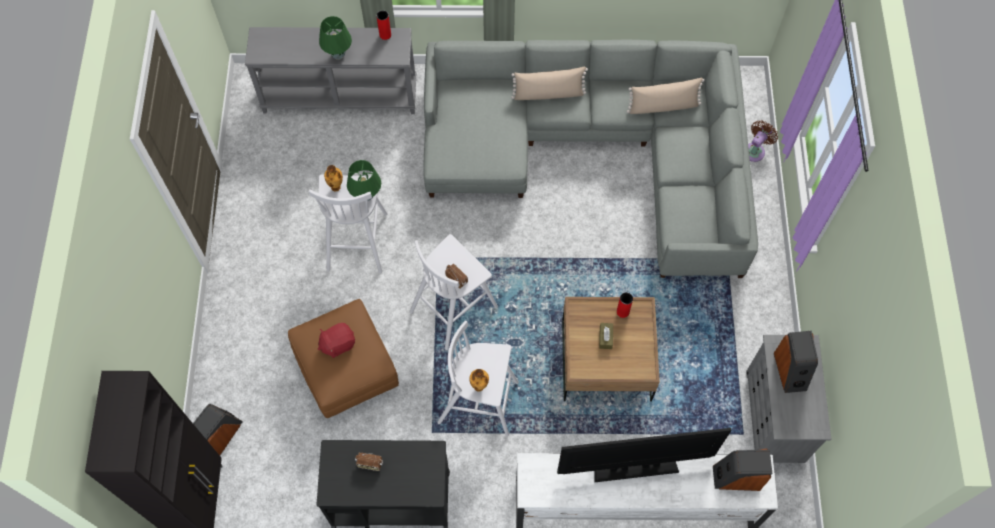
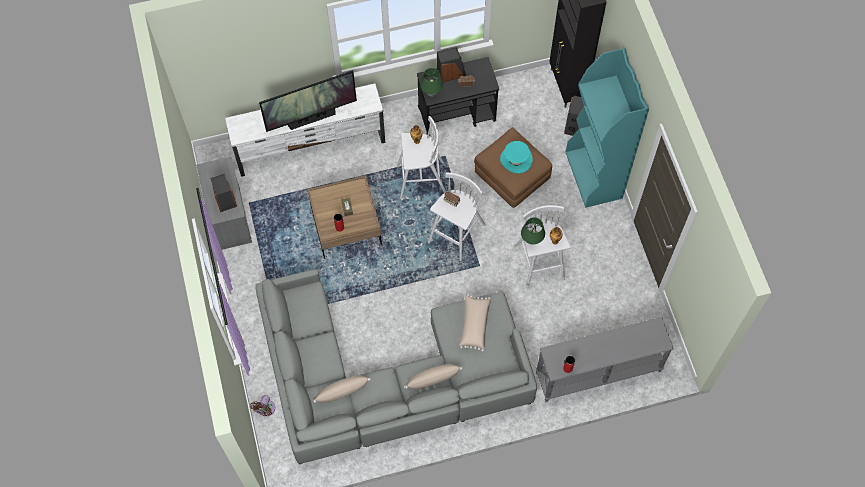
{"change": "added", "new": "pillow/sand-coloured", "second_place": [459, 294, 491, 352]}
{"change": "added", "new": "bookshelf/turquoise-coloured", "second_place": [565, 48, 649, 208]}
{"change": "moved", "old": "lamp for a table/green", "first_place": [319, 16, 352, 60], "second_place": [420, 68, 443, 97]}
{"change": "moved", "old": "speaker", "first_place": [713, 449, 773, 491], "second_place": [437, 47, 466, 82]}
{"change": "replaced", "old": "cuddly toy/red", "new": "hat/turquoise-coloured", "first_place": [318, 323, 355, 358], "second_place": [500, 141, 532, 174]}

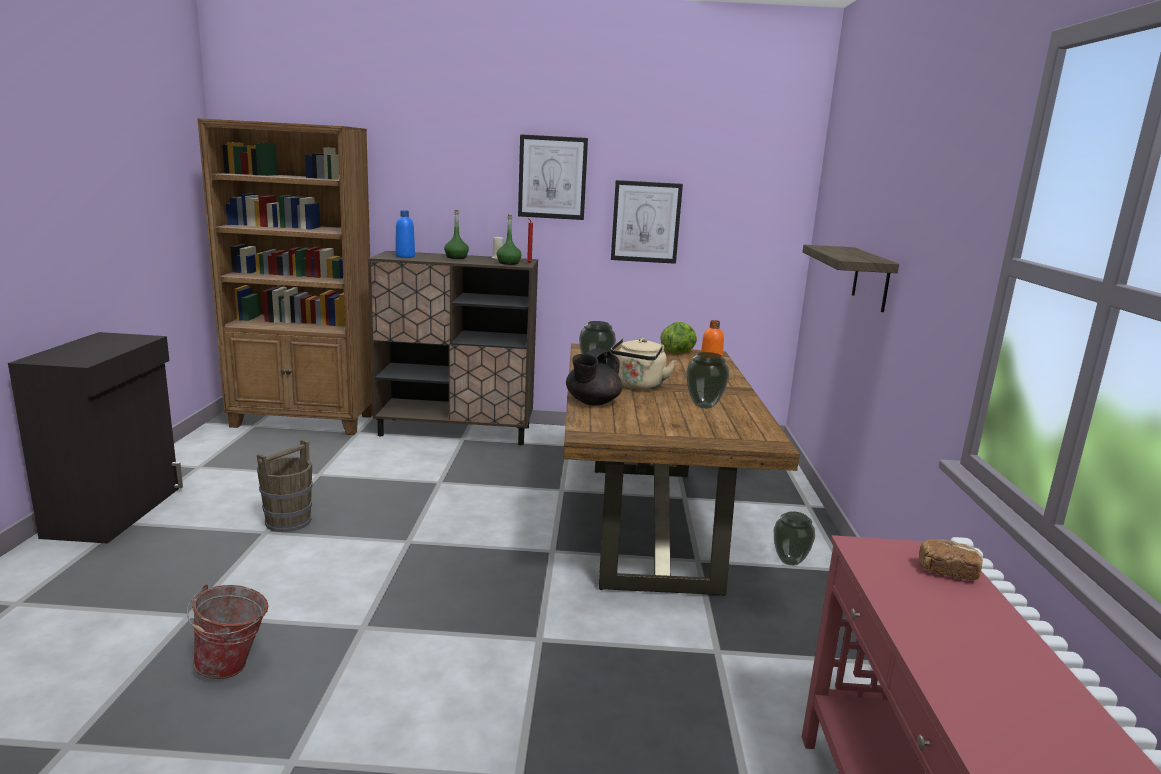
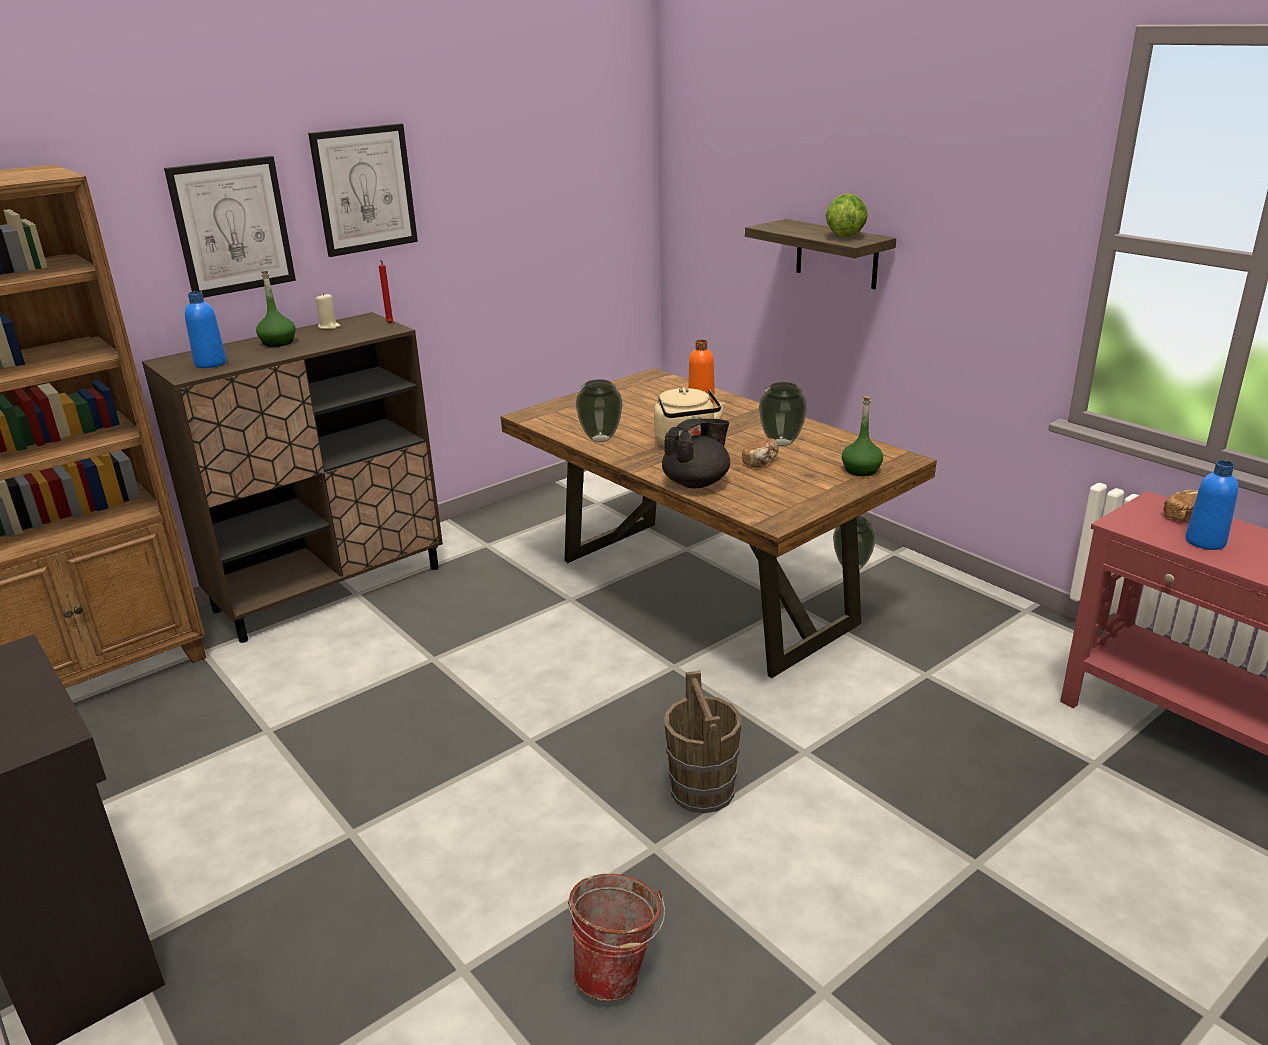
{"change": "added", "new": "baked bread", "second_place": [742, 438, 779, 468]}
{"change": "added", "new": "drink bottle/blue", "second_place": [1186, 460, 1238, 550]}
{"change": "moved", "old": "pail/brown", "first_place": [257, 439, 313, 532], "second_place": [664, 670, 741, 813]}
{"change": "moved", "old": "drink bottle/green", "first_place": [496, 214, 522, 265], "second_place": [842, 396, 883, 476]}
{"change": "moved", "old": "wall art", "first_place": [611, 180, 683, 264], "second_place": [164, 156, 296, 298]}
{"change": "moved", "old": "head of lettuce", "first_place": [660, 322, 697, 353], "second_place": [825, 193, 868, 238]}
{"change": "turned", "old": "teapot/black", "first_place": [566, 348, 622, 406], "second_place": [662, 419, 730, 488], "degrees": -120}

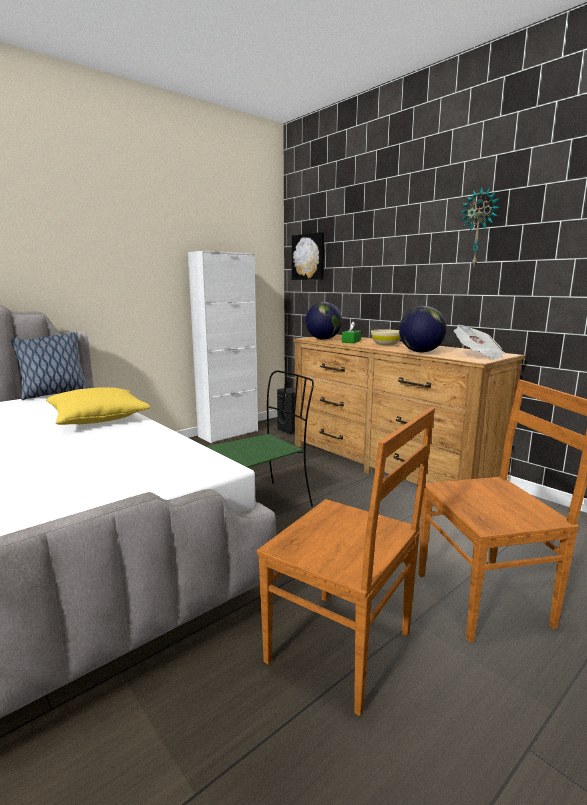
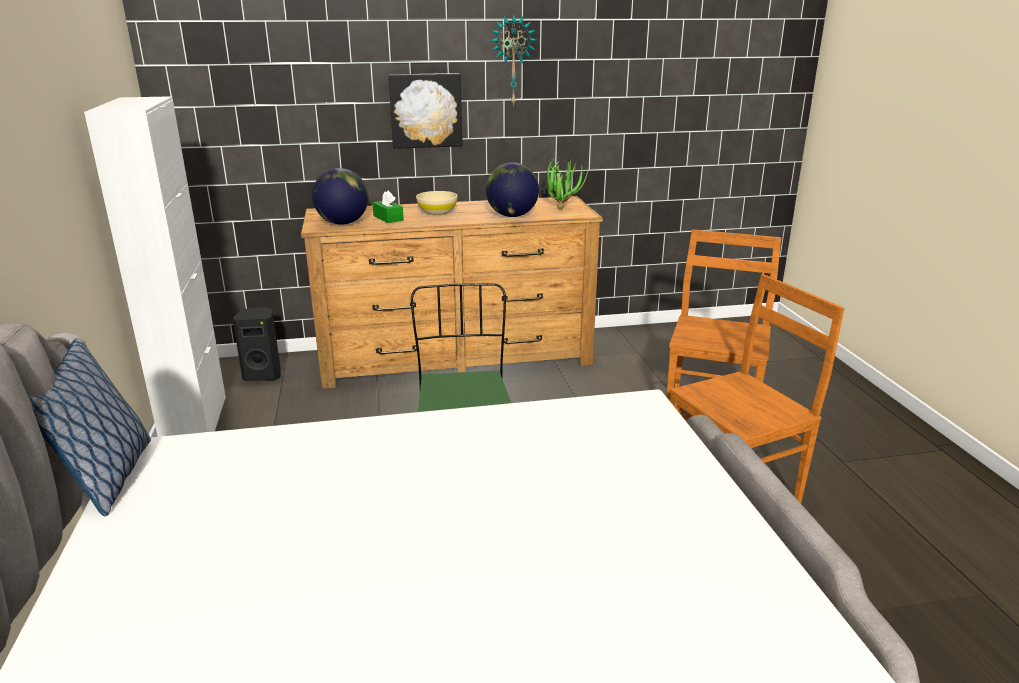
{"change": "removed", "old": "pillow/yellowish", "first_place": [46, 388, 151, 425]}
{"change": "moved", "old": "wall art", "first_place": [292, 232, 324, 280], "second_place": [388, 73, 462, 149]}
{"change": "replaced", "old": "daily paper", "new": "potted plant", "first_place": [454, 325, 506, 360], "second_place": [547, 160, 589, 210]}

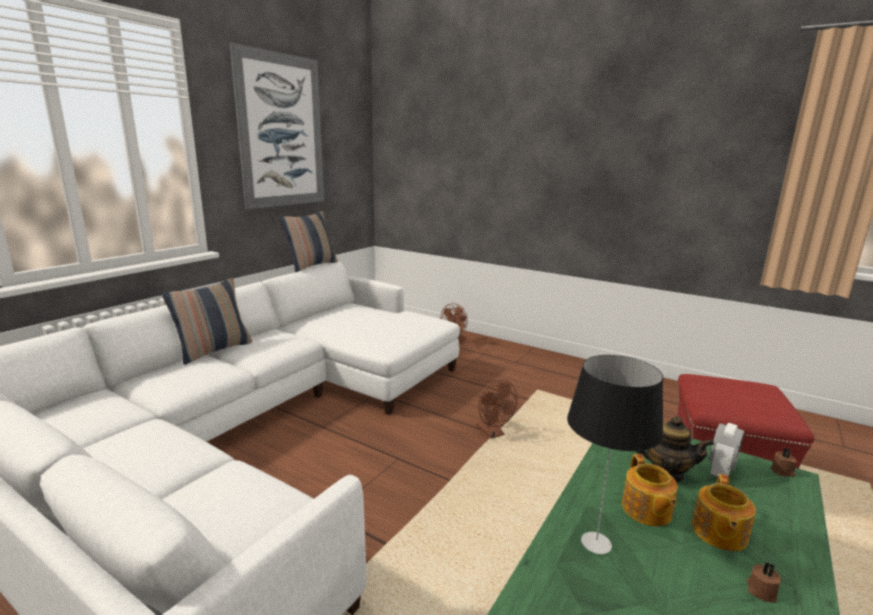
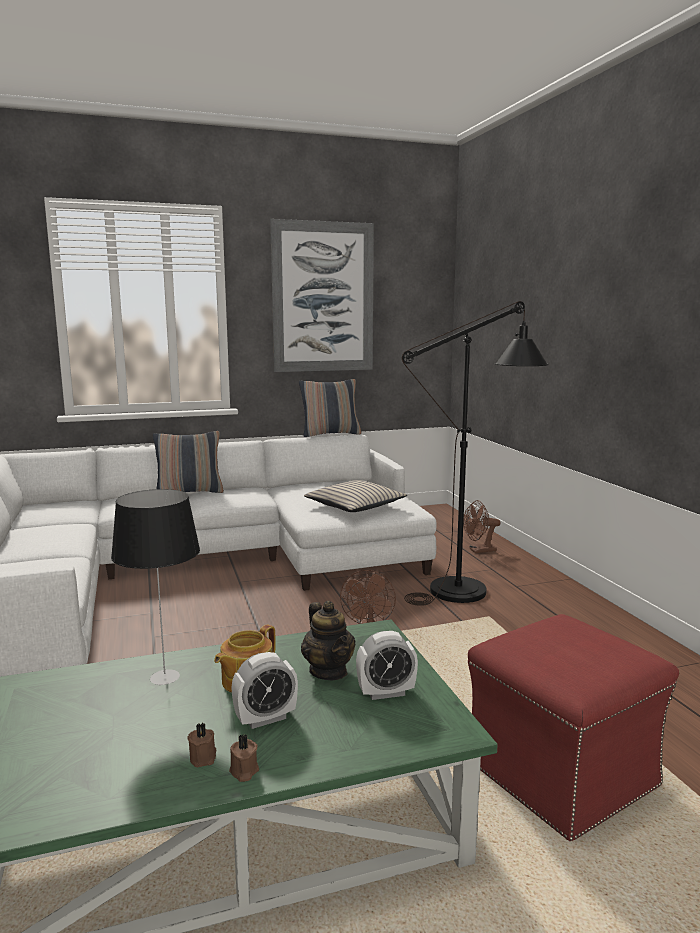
{"change": "added", "new": "pillow/sand-coloured", "second_place": [304, 480, 407, 512]}
{"change": "added", "new": "standard lamp/black", "second_place": [402, 301, 549, 606]}
{"change": "moved", "old": "candle/brown", "first_place": [770, 448, 797, 477], "second_place": [229, 735, 259, 782]}
{"change": "replaced", "old": "teapot", "new": "bedside clock", "first_place": [692, 474, 756, 551], "second_place": [231, 652, 298, 729]}

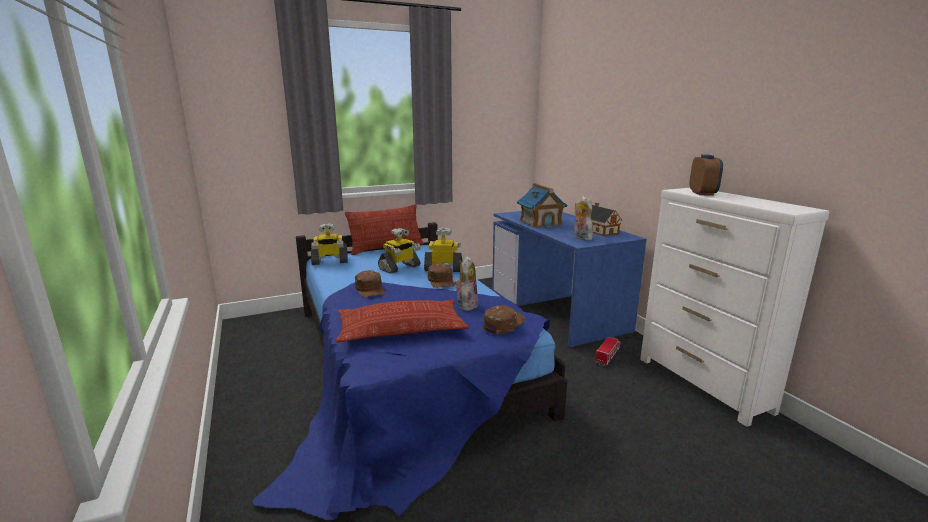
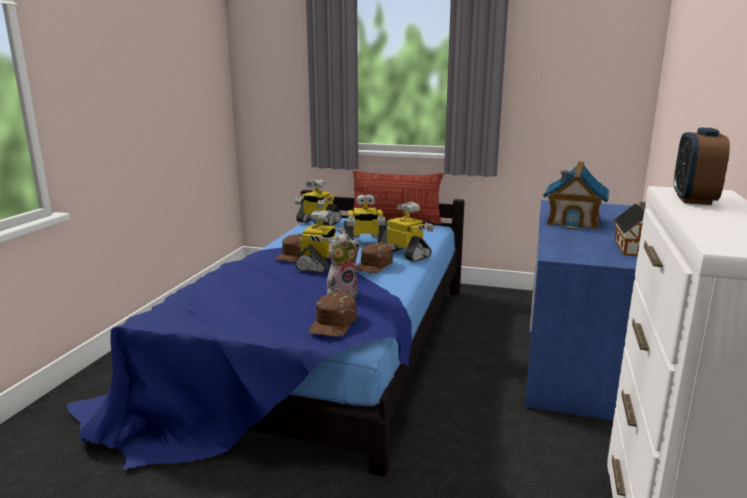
{"change": "removed", "old": "pillow", "first_place": [336, 299, 469, 343]}
{"change": "removed", "old": "cuddly toy", "first_place": [574, 196, 593, 240]}
{"change": "removed", "old": "toy truck", "first_place": [595, 337, 621, 366]}
{"change": "added", "new": "model robot", "second_place": [295, 210, 346, 273]}
{"change": "turned", "old": "baseball cap/brown", "first_place": [483, 305, 525, 334], "second_place": [309, 292, 357, 337], "degrees": 120}
{"change": "turned", "old": "bedside clock", "first_place": [689, 154, 723, 196], "second_place": [674, 128, 730, 205], "degrees": 150}

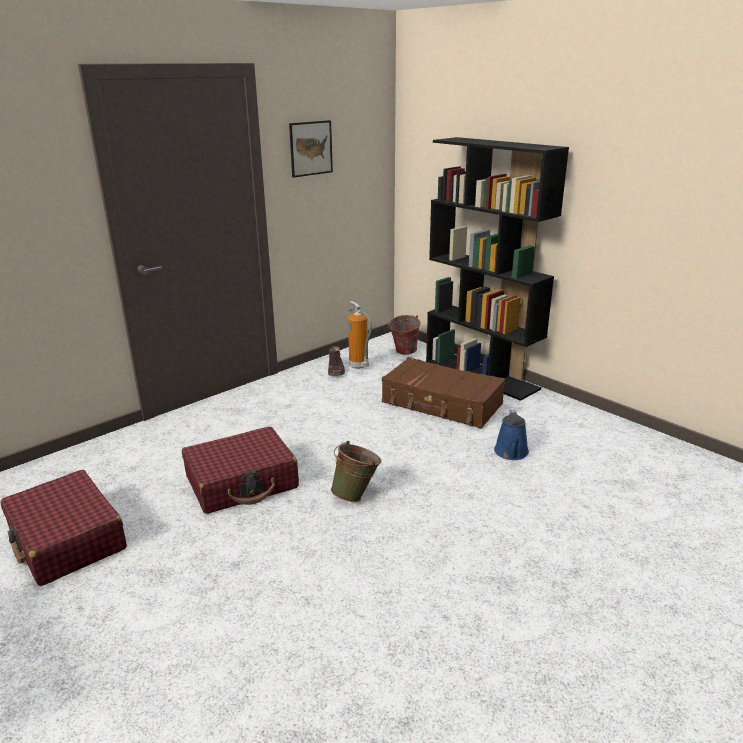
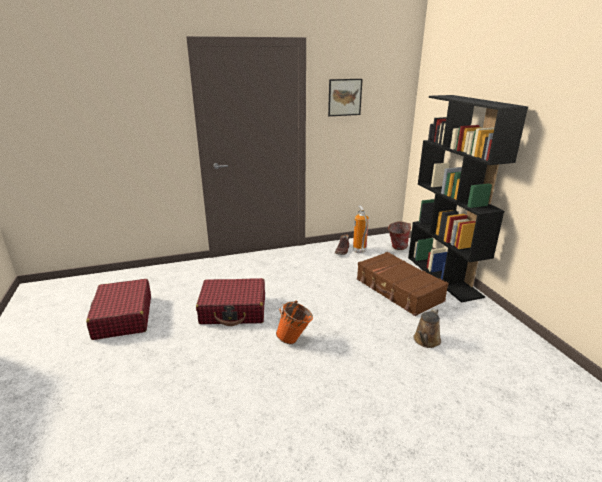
{"change": "recoloured", "old": "pail/green", "new": "pail/orangey", "first_place": [331, 441, 381, 502], "second_place": [276, 301, 313, 344]}
{"change": "recoloured", "old": "watering pot/blue", "new": "watering pot/brown", "first_place": [494, 410, 529, 460], "second_place": [413, 308, 441, 348]}

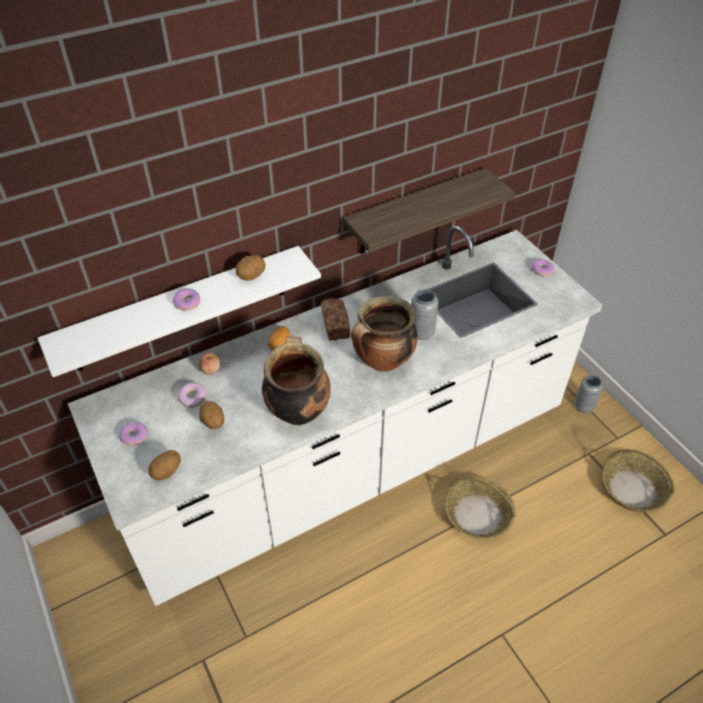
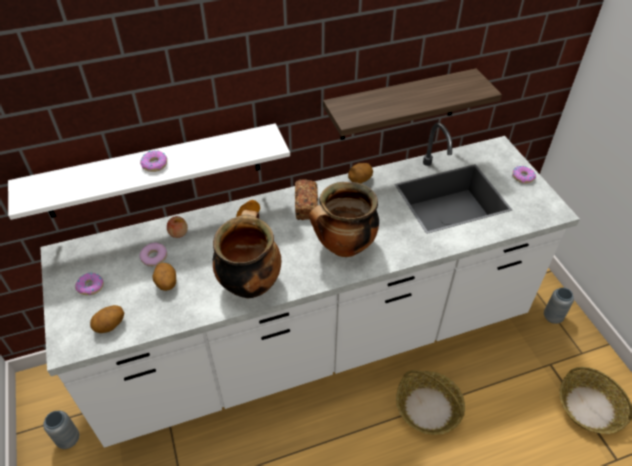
{"change": "moved", "old": "potato", "first_place": [236, 255, 265, 281], "second_place": [348, 163, 373, 183]}
{"change": "moved", "old": "vase/grey", "first_place": [411, 289, 438, 340], "second_place": [43, 411, 79, 449]}

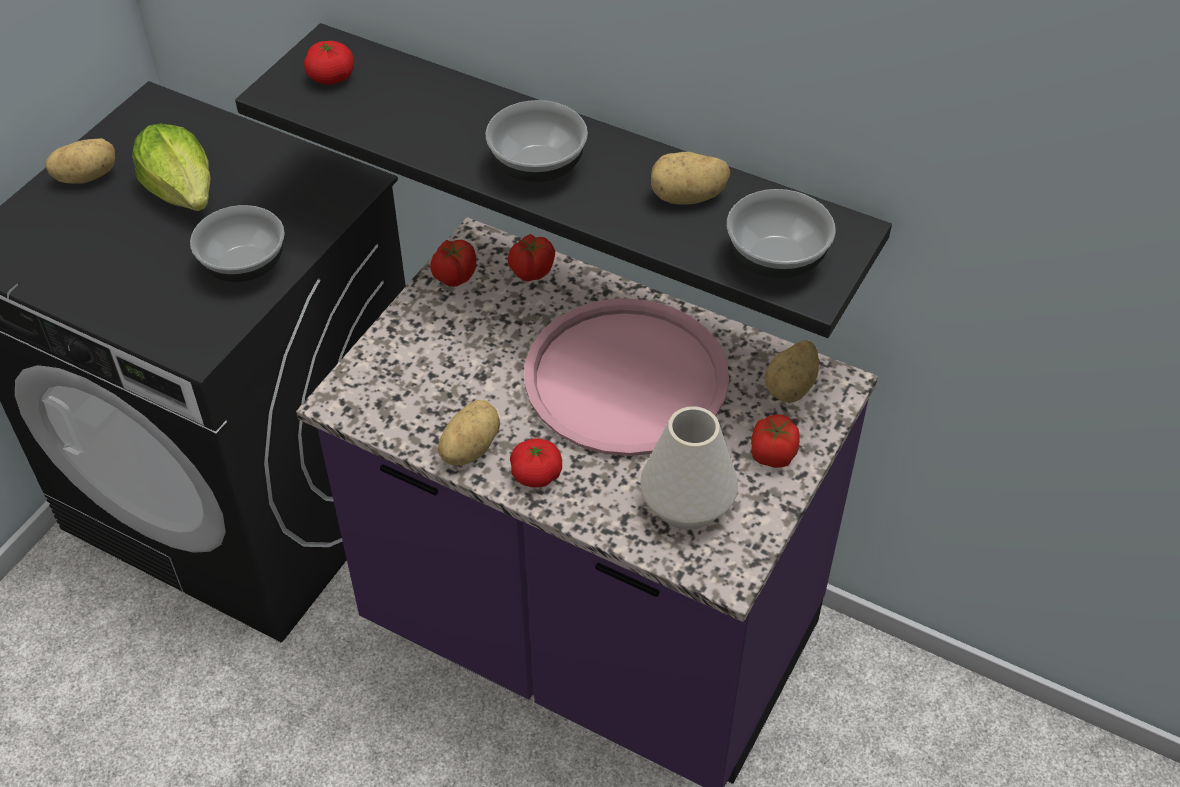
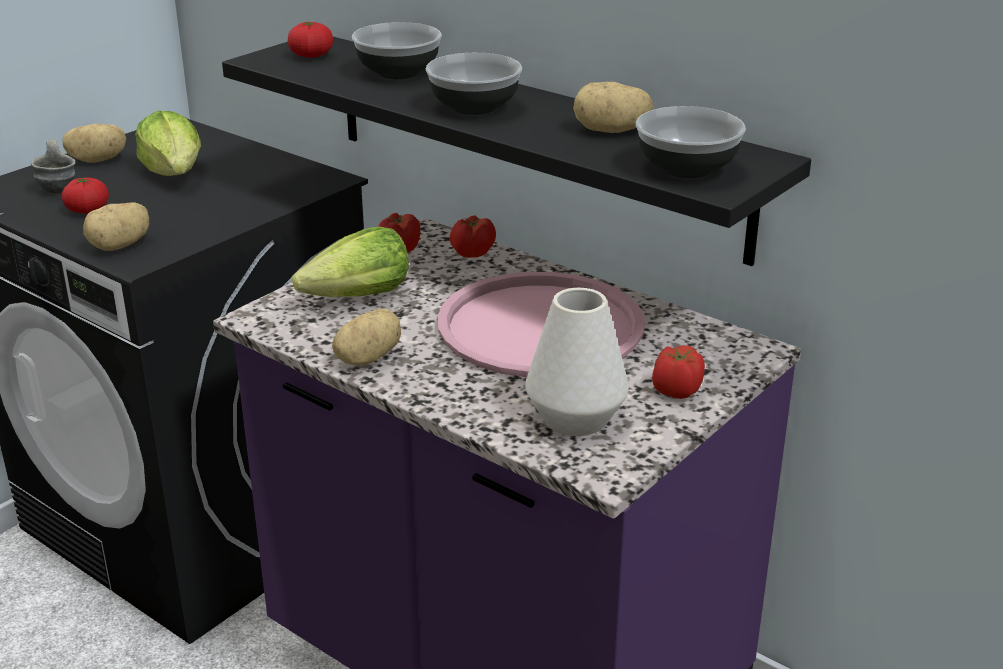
{"change": "added", "new": "tea mug/grey", "second_place": [31, 140, 76, 193]}
{"change": "added", "new": "head of lettuce", "second_place": [292, 227, 409, 297]}
{"change": "moved", "old": "deep dish", "first_place": [190, 205, 284, 282], "second_place": [352, 22, 442, 79]}
{"change": "moved", "old": "whole tomato", "first_place": [510, 438, 562, 488], "second_place": [62, 177, 109, 214]}
{"change": "moved", "old": "potato", "first_place": [765, 340, 819, 403], "second_place": [83, 202, 149, 251]}

